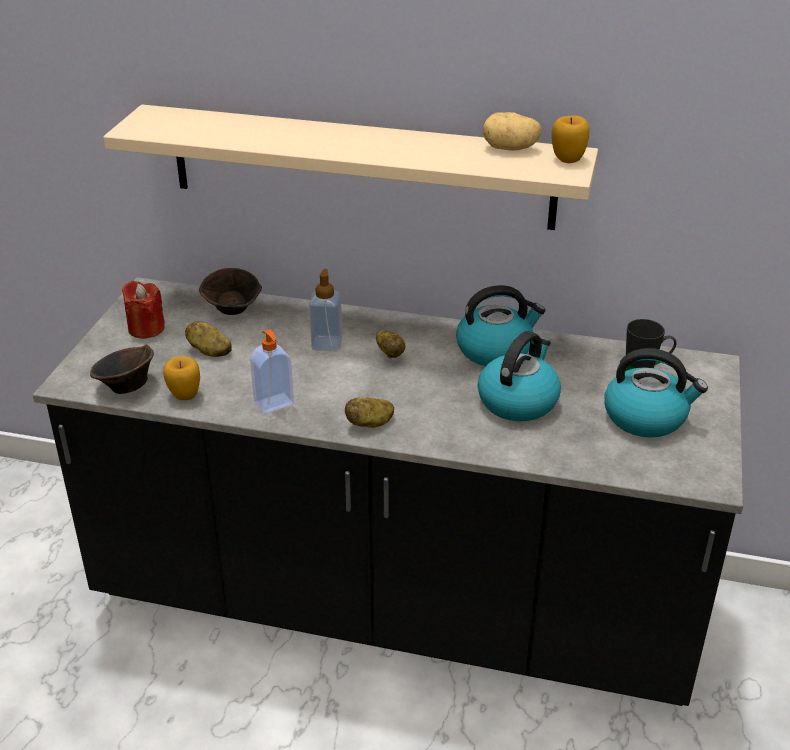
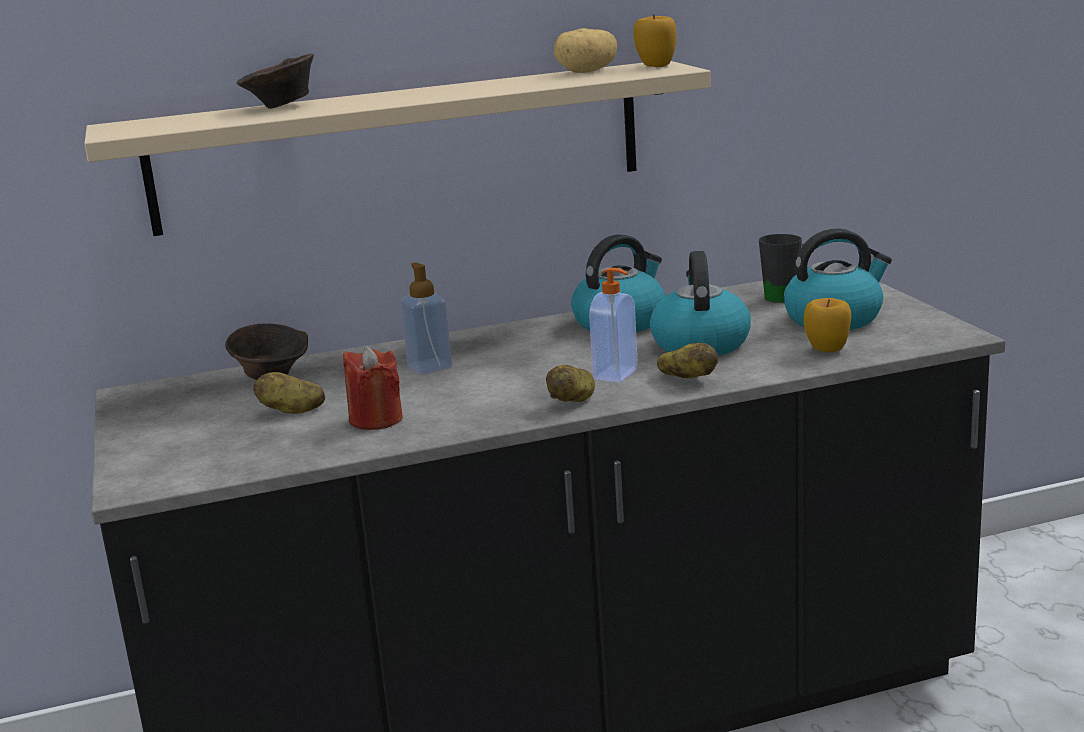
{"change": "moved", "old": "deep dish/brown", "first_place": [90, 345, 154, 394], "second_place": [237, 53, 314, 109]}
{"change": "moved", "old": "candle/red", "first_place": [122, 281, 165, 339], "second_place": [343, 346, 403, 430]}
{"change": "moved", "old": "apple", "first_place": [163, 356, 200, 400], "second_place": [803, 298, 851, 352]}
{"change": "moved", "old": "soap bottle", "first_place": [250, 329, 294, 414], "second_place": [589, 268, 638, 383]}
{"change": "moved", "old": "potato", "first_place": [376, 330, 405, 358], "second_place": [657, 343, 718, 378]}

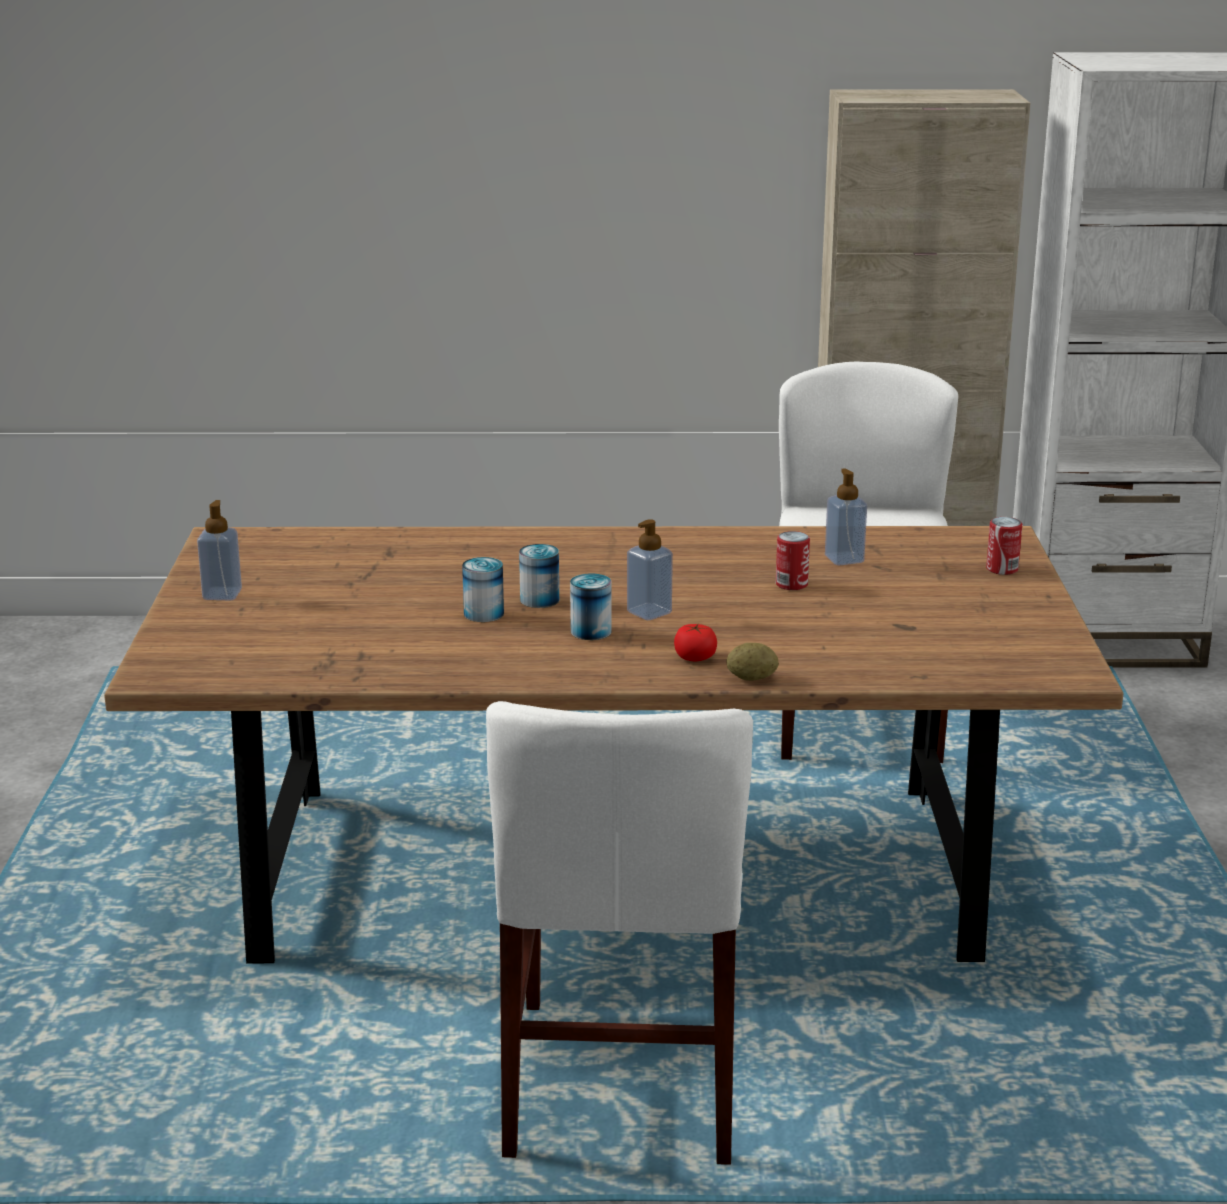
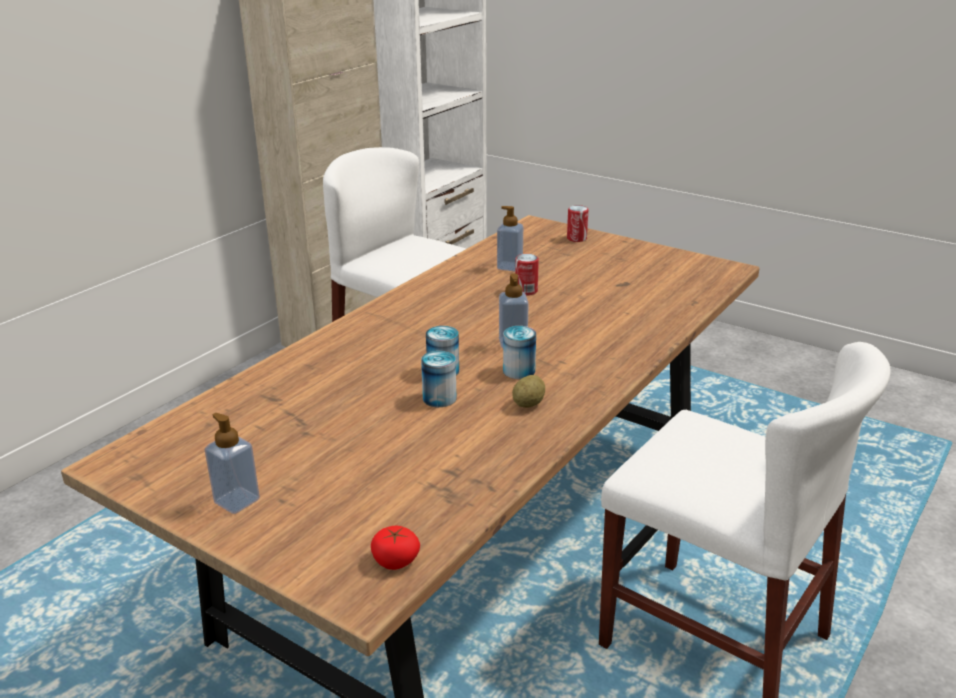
{"change": "moved", "old": "whole tomato", "first_place": [674, 624, 717, 661], "second_place": [371, 525, 420, 570]}
{"change": "moved", "old": "potato", "first_place": [726, 643, 779, 681], "second_place": [512, 375, 545, 408]}

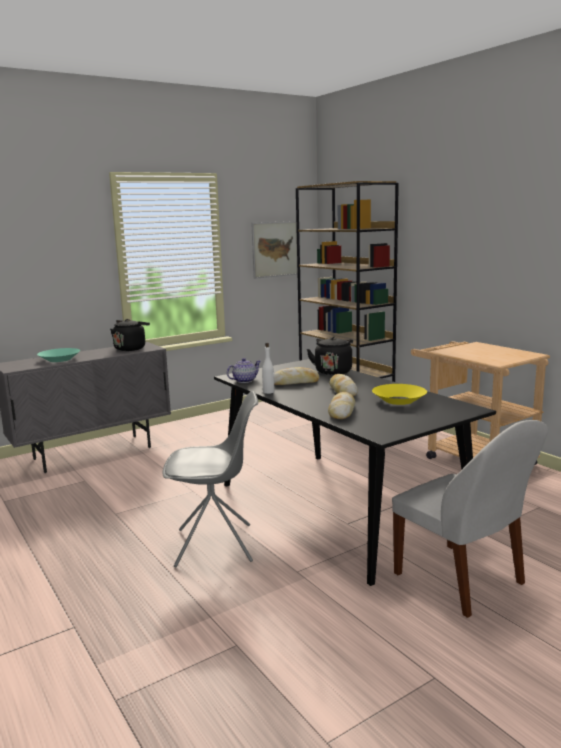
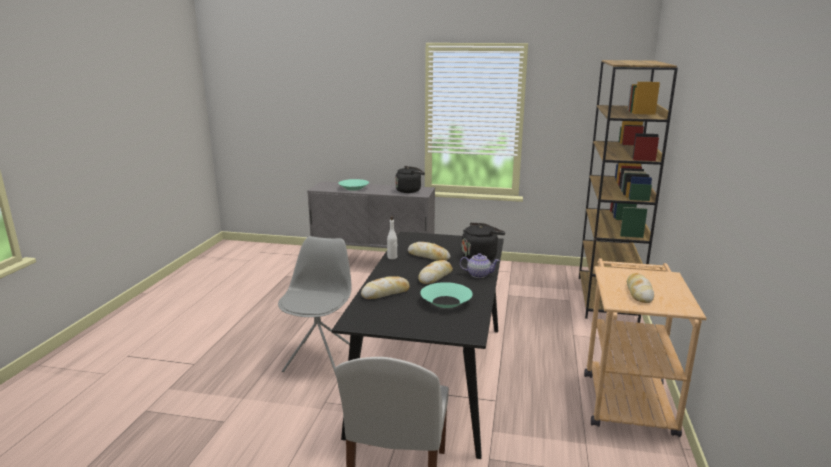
{"change": "removed", "old": "wall art", "first_place": [251, 221, 298, 279]}
{"change": "added", "new": "baked bread", "second_place": [627, 273, 654, 303]}
{"change": "moved", "old": "teapot", "first_place": [227, 358, 261, 383], "second_place": [460, 253, 500, 278]}
{"change": "recoloured", "old": "deep dish/yellowish", "new": "deep dish/turquoise-coloured", "first_place": [372, 384, 427, 405], "second_place": [420, 282, 473, 308]}
{"change": "turned", "old": "upright chair/grey", "first_place": [162, 391, 258, 567], "second_place": [278, 236, 352, 378], "degrees": -120}

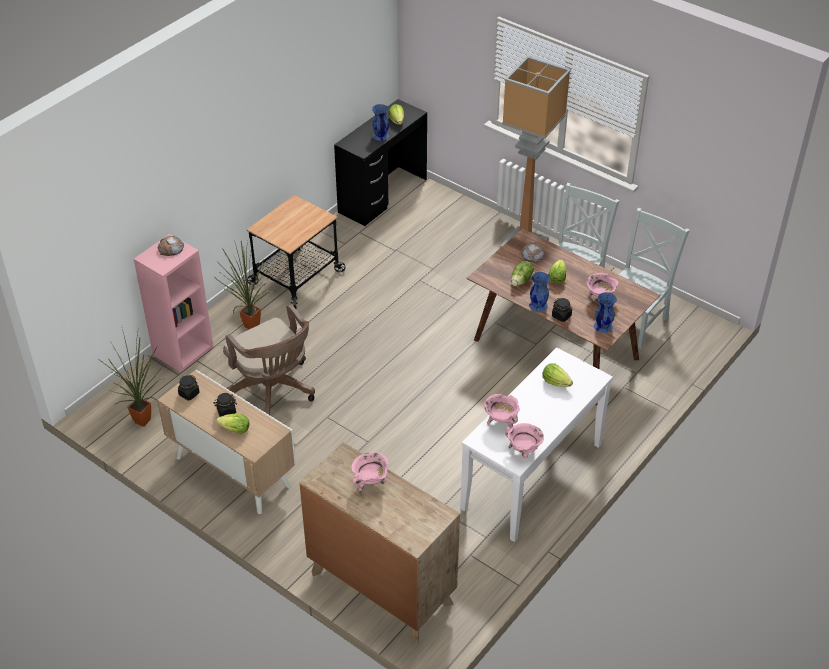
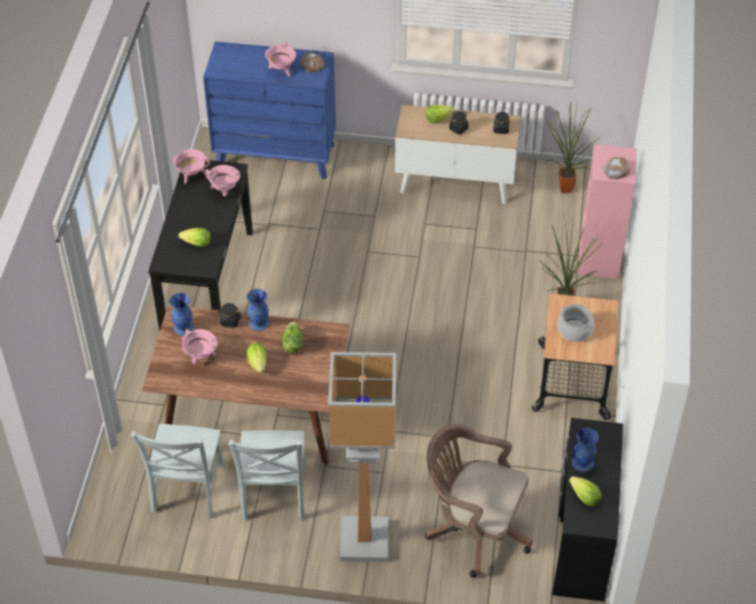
{"change": "added", "new": "cooking pot", "second_place": [557, 304, 594, 342]}
{"change": "moved", "old": "office chair/brown", "first_place": [223, 304, 315, 415], "second_place": [425, 424, 533, 578]}
{"change": "moved", "old": "baked bread", "first_place": [521, 242, 545, 263], "second_place": [300, 51, 325, 72]}
{"change": "recoloured", "old": "drawer chest/brown", "new": "drawer chest/blue", "first_place": [299, 442, 460, 644], "second_place": [203, 41, 336, 180]}
{"change": "recoloured", "old": "hall table/white", "new": "hall table/black", "first_place": [460, 347, 613, 542], "second_place": [148, 160, 253, 331]}

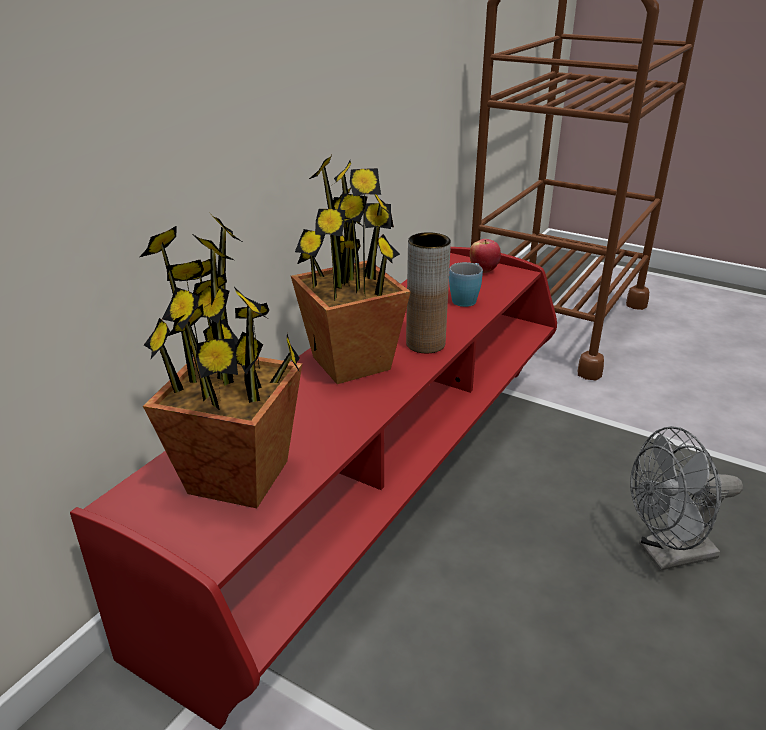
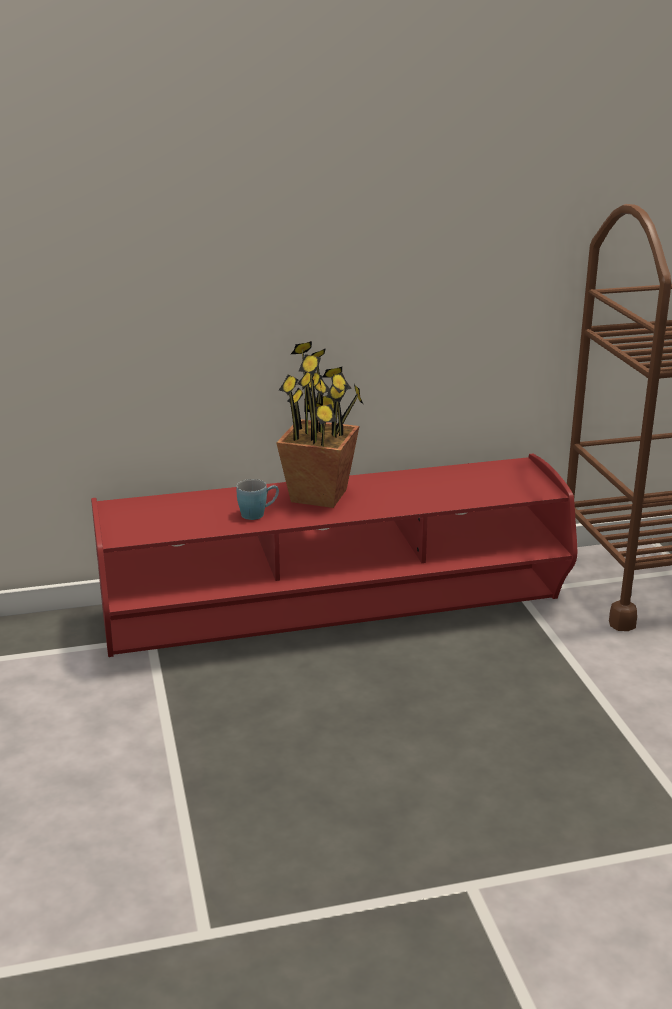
{"change": "removed", "old": "potted plant", "first_place": [140, 211, 302, 508]}
{"change": "removed", "old": "vase/brown", "first_place": [406, 232, 451, 353]}
{"change": "removed", "old": "apple", "first_place": [470, 239, 501, 273]}
{"change": "removed", "old": "cooling fan/grey", "first_place": [630, 426, 743, 571]}
{"change": "moved", "old": "tea mug/blue", "first_place": [449, 262, 483, 307], "second_place": [236, 479, 279, 520]}

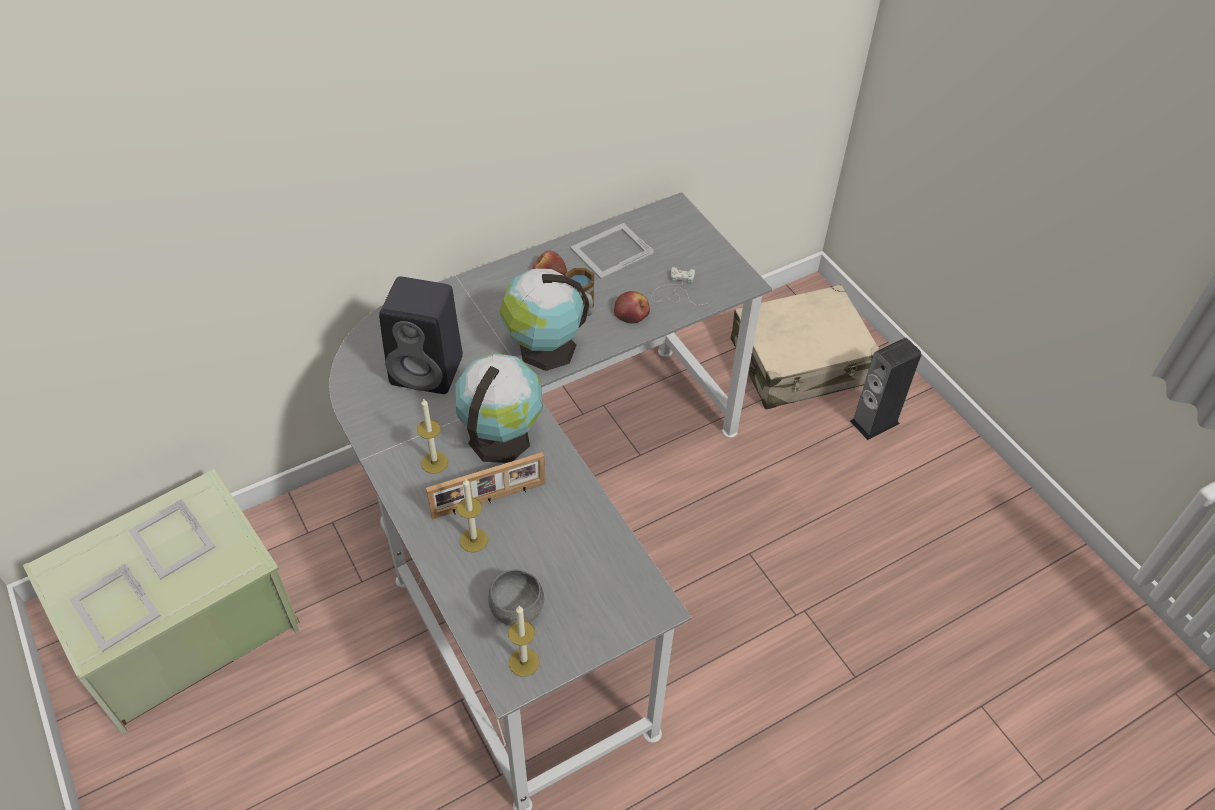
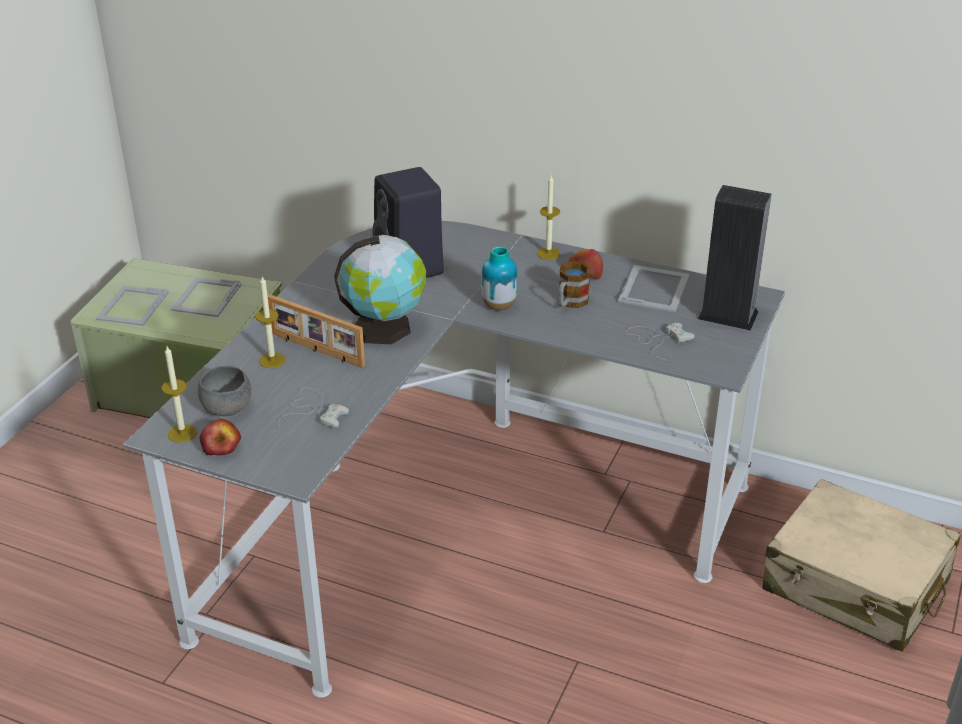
{"change": "added", "new": "game controller/white", "second_place": [278, 388, 349, 428]}
{"change": "moved", "old": "candle", "first_place": [417, 398, 448, 474], "second_place": [537, 175, 560, 260]}
{"change": "moved", "old": "apple", "first_place": [614, 291, 650, 324], "second_place": [200, 419, 241, 456]}
{"change": "moved", "old": "speaker", "first_place": [850, 337, 921, 440], "second_place": [698, 185, 772, 331]}
{"change": "replaced", "old": "globe", "new": "vase", "first_place": [500, 269, 589, 371], "second_place": [481, 246, 517, 310]}
{"change": "turned", "old": "photo frame", "first_place": [570, 223, 655, 279], "second_place": [618, 265, 690, 312], "degrees": 90}

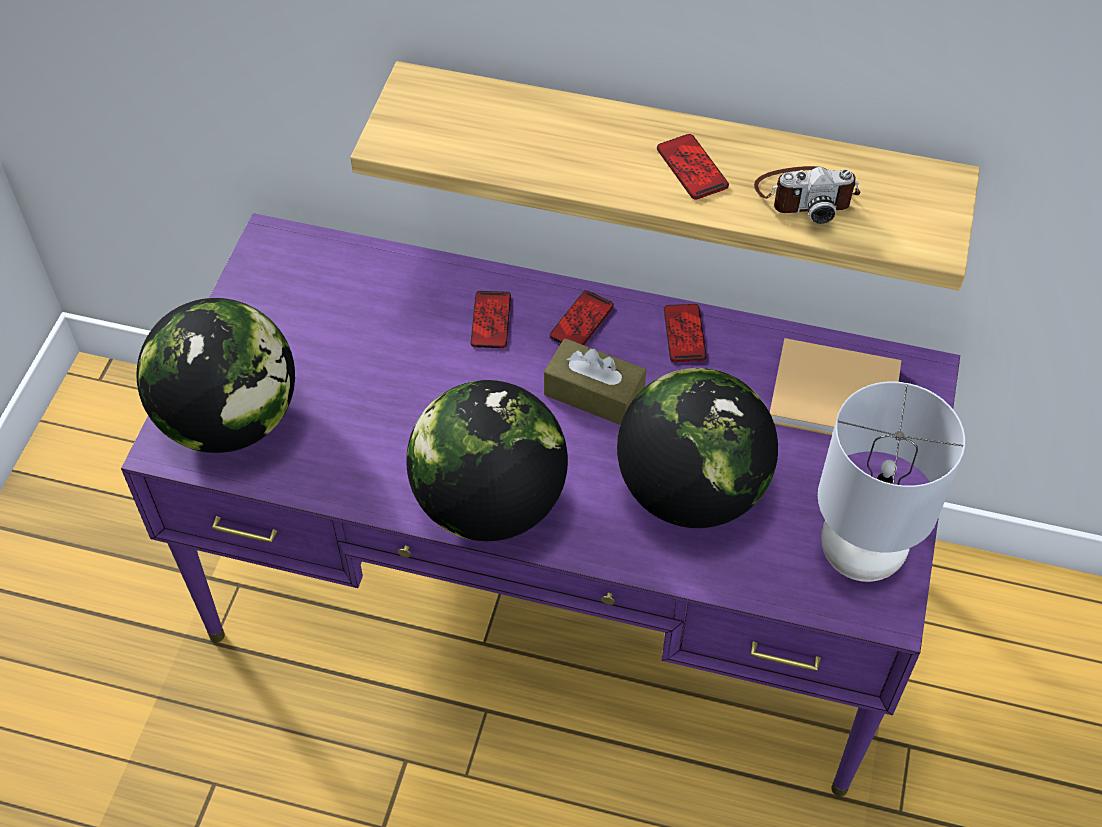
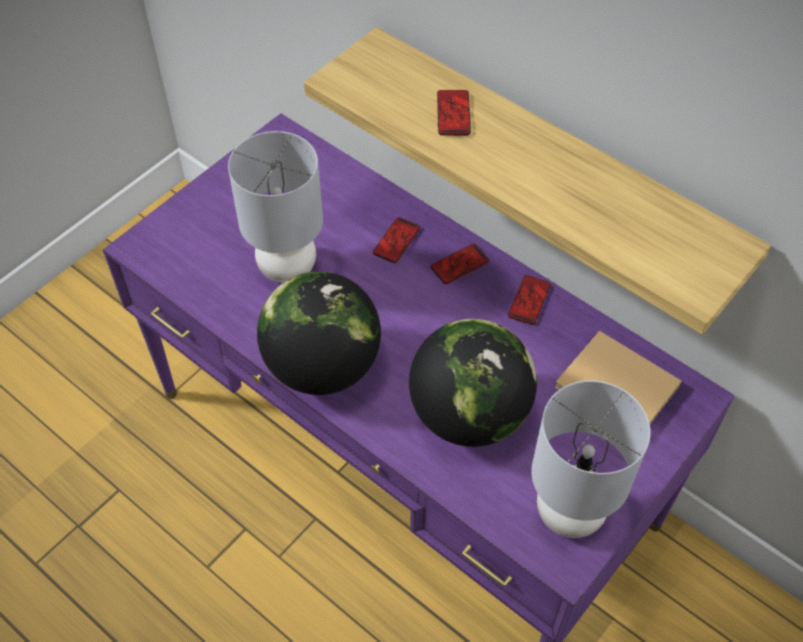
{"change": "removed", "old": "globe", "first_place": [137, 298, 295, 453]}
{"change": "removed", "old": "box of tissues/brown", "first_place": [544, 338, 646, 425]}
{"change": "removed", "old": "still camera", "first_place": [754, 166, 860, 224]}
{"change": "added", "new": "lamp for a table/grey", "second_place": [228, 131, 323, 283]}
{"change": "moved", "old": "telephone", "first_place": [657, 134, 729, 200], "second_place": [437, 90, 471, 136]}

